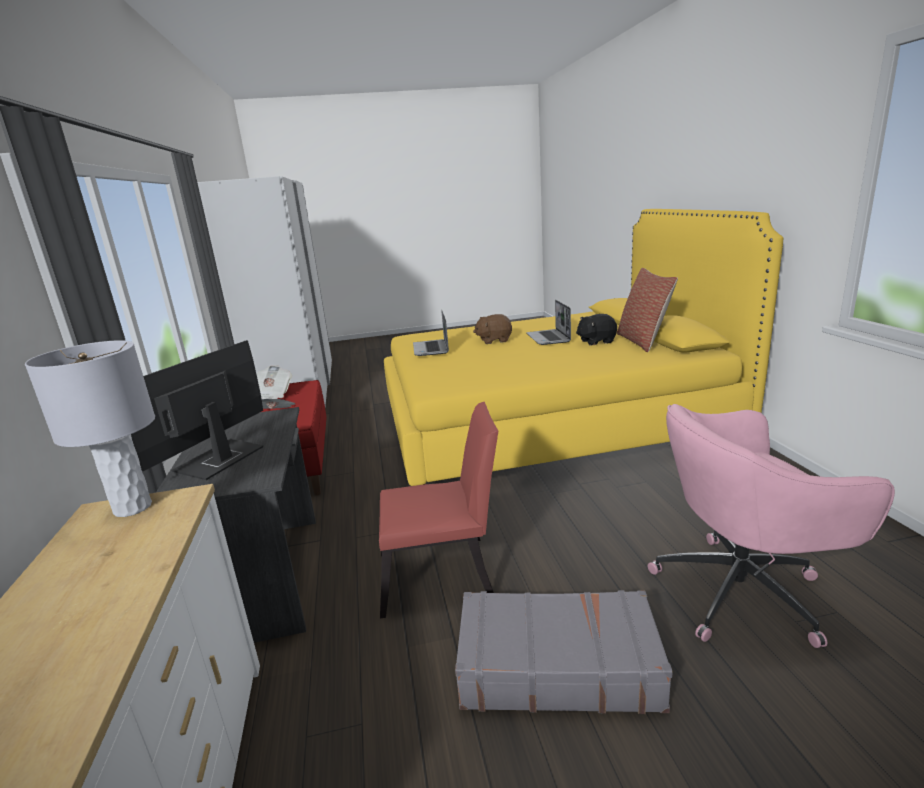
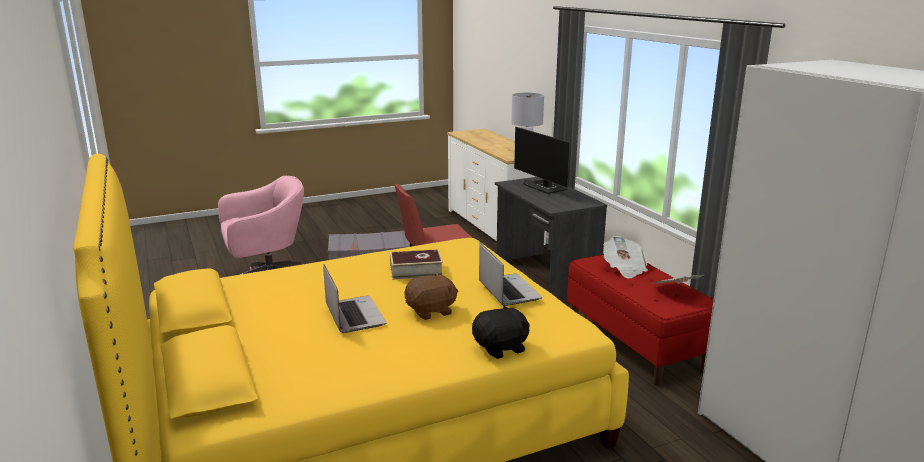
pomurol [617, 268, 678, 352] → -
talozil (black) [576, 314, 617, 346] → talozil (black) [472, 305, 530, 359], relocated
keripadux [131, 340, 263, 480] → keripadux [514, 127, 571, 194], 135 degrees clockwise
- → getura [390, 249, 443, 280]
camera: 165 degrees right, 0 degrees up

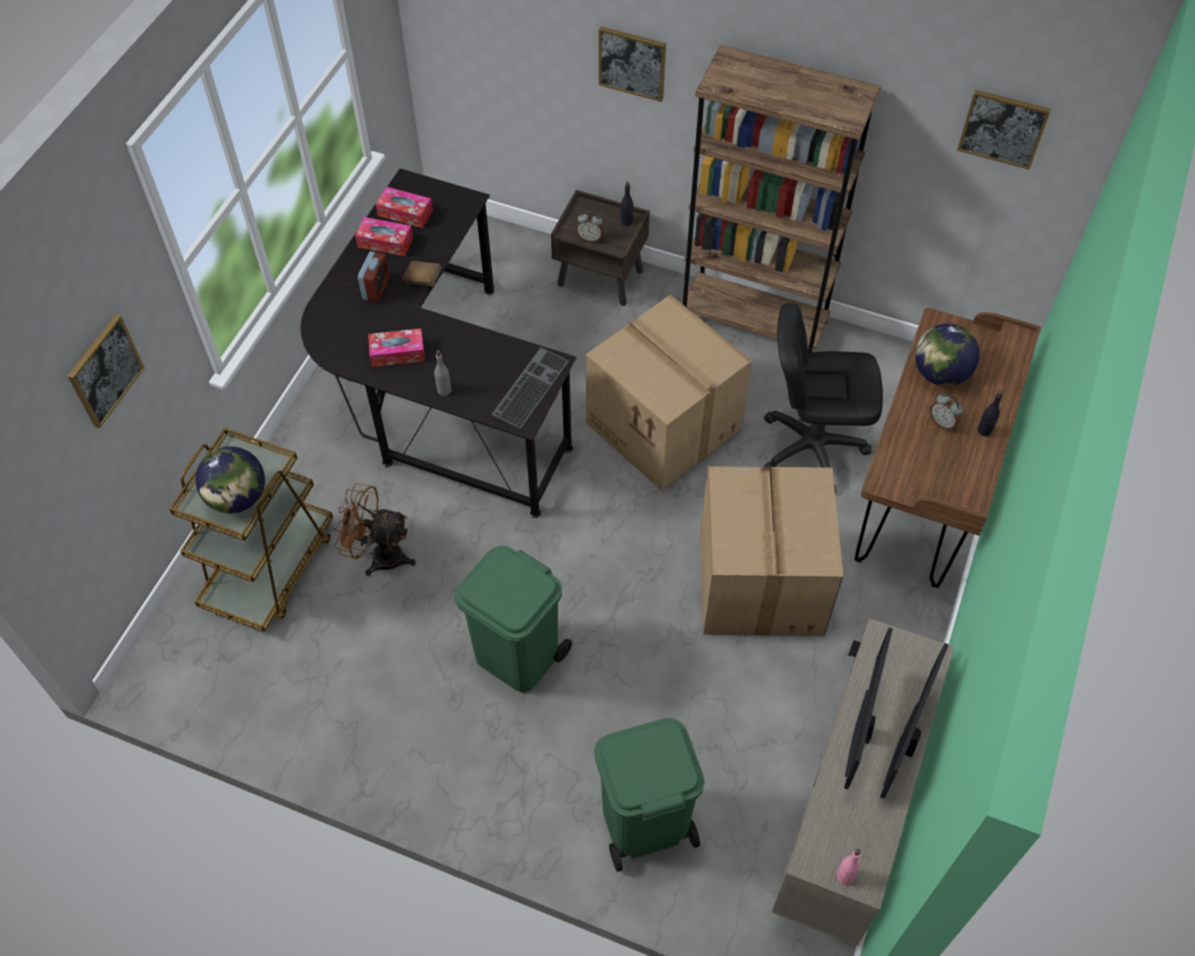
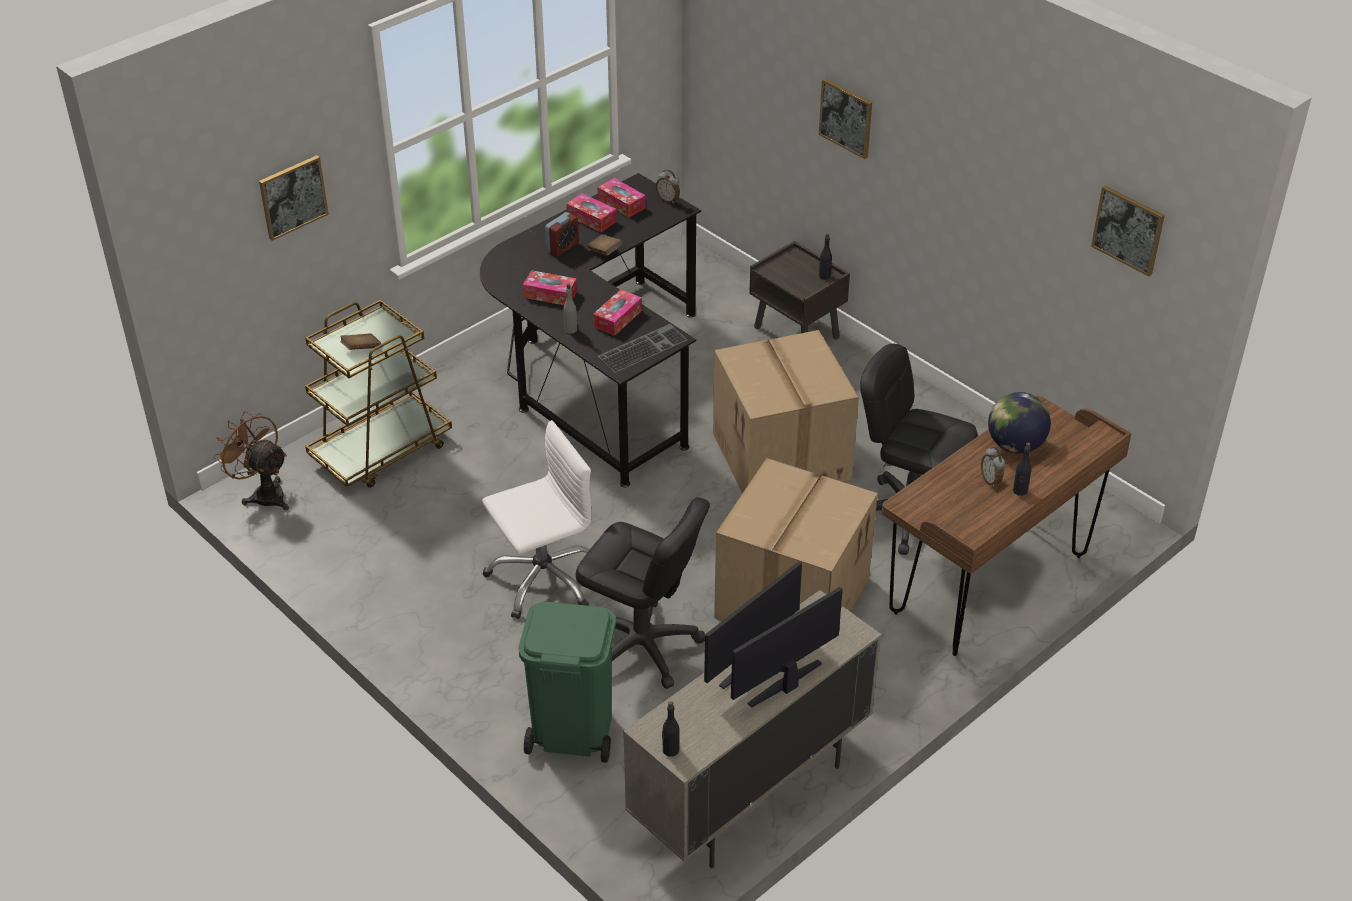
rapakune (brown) [682, 45, 881, 353] → -
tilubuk [576, 211, 604, 242] → tilubuk [656, 169, 680, 204], relocated
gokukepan [196, 446, 265, 513] → getura (brown) [340, 333, 381, 350]
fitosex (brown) [334, 483, 416, 576] → fitosex (brown) [213, 411, 289, 511], relocated
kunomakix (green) [455, 546, 572, 692] → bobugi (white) [482, 420, 591, 619]
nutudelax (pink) [837, 849, 861, 885] → nutudelax (black) [662, 701, 679, 757]
- → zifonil [593, 289, 642, 336]
- → bobugi (black) [576, 497, 710, 689]
camera: 25 degrees right, 15 degrees down

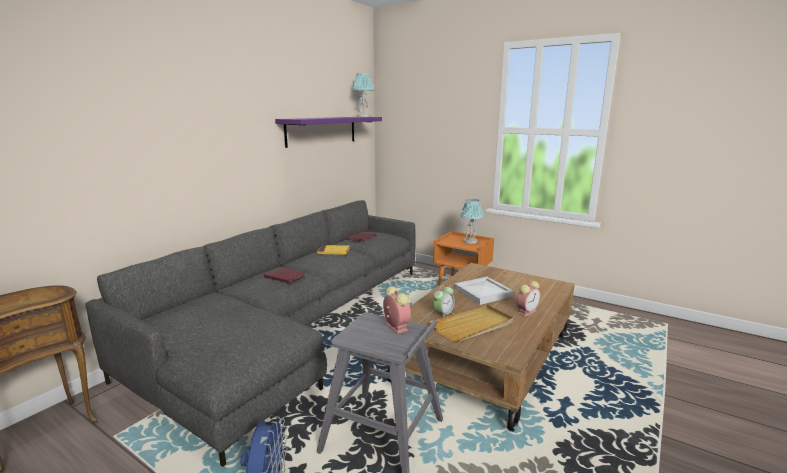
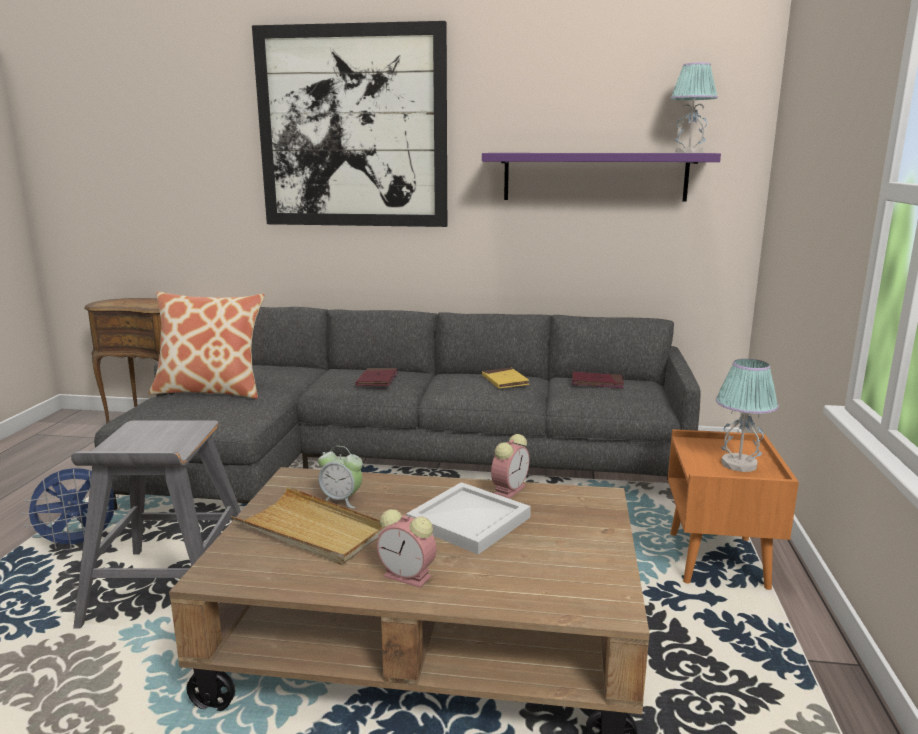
tilubuk [383, 286, 411, 334] → tilubuk [491, 434, 529, 499], relocated
- → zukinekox [252, 21, 447, 227]
- → pomurol [149, 291, 265, 399]
camera: 65 degrees right, 0 degrees up

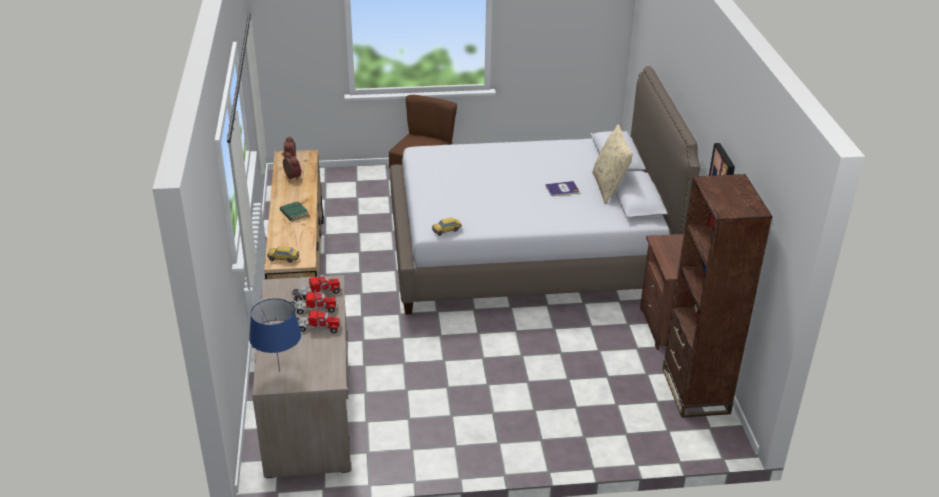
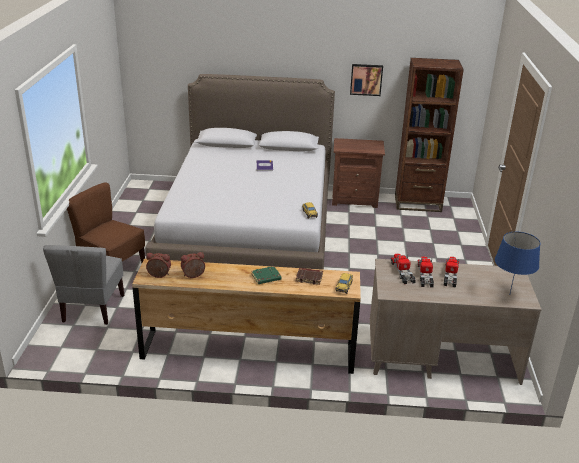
pomurol (beige) [592, 124, 633, 204] → -
- → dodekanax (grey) [43, 245, 124, 325]
- → getura (brown) [296, 268, 323, 285]
camera: 80 degrees left, 5 degrees down

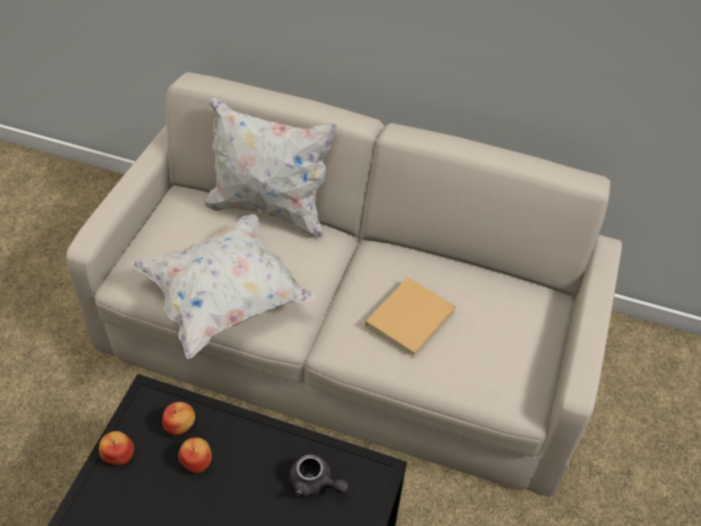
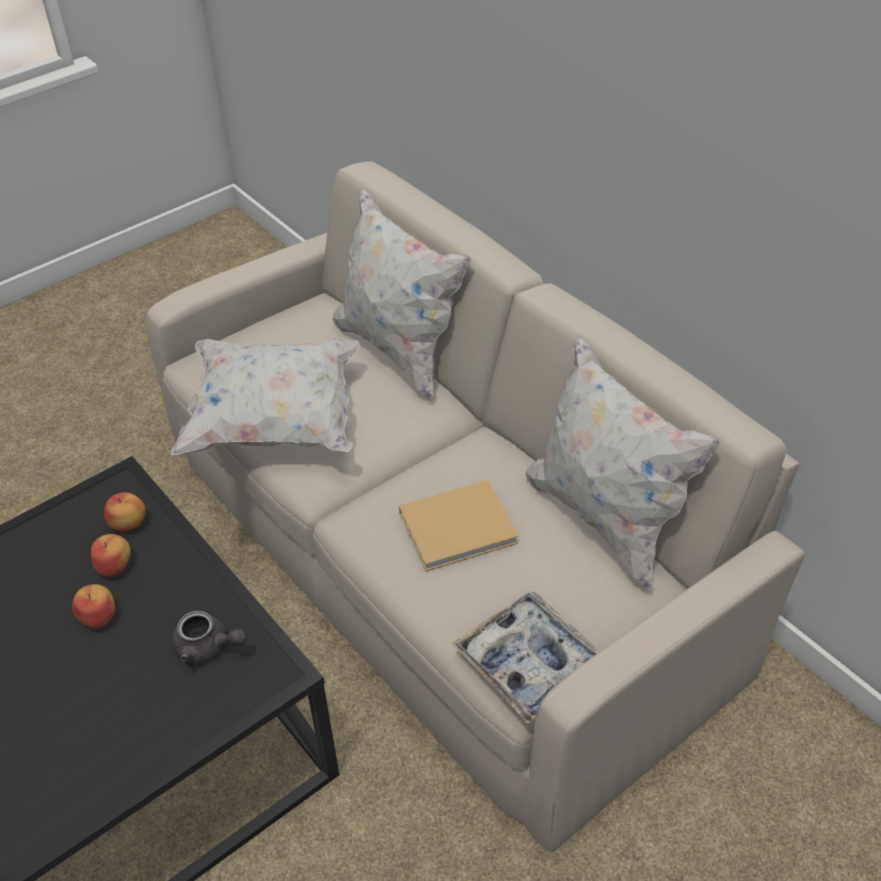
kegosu [99, 431, 134, 465] → kegosu [72, 584, 115, 629], relocated
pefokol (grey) [289, 454, 349, 497] → pefokol (grey) [172, 611, 247, 665], 45 degrees counterclockwise
- → pomurol (white) [526, 336, 722, 592]
- → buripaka [452, 591, 600, 724]
camera: 35 degrees right, 5 degrees down

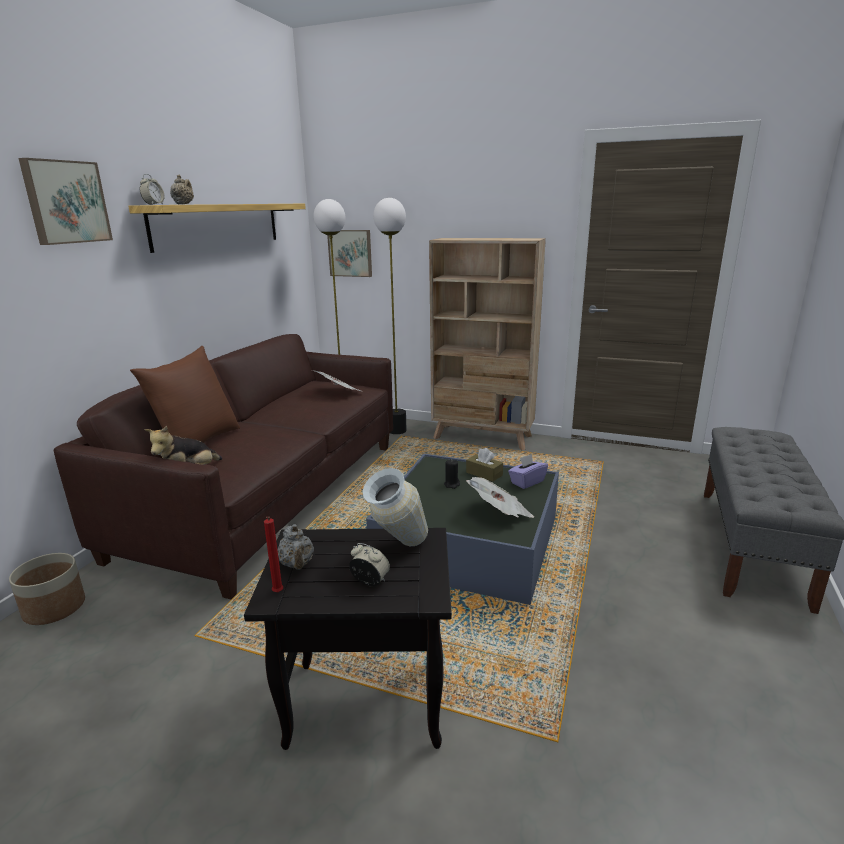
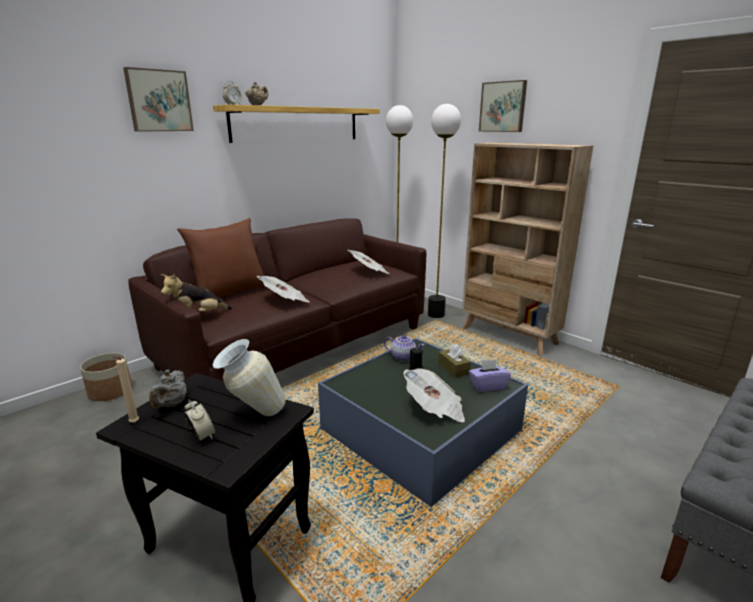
zukinekox [327, 230, 372, 277] → zukinekox [479, 80, 527, 132], relocated
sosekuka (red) [264, 517, 283, 592] → sosekuka (beige) [112, 357, 139, 423]
- → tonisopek [257, 276, 309, 302]
- → pefokol [384, 335, 424, 362]
camera: 25 degrees right, 0 degrees up

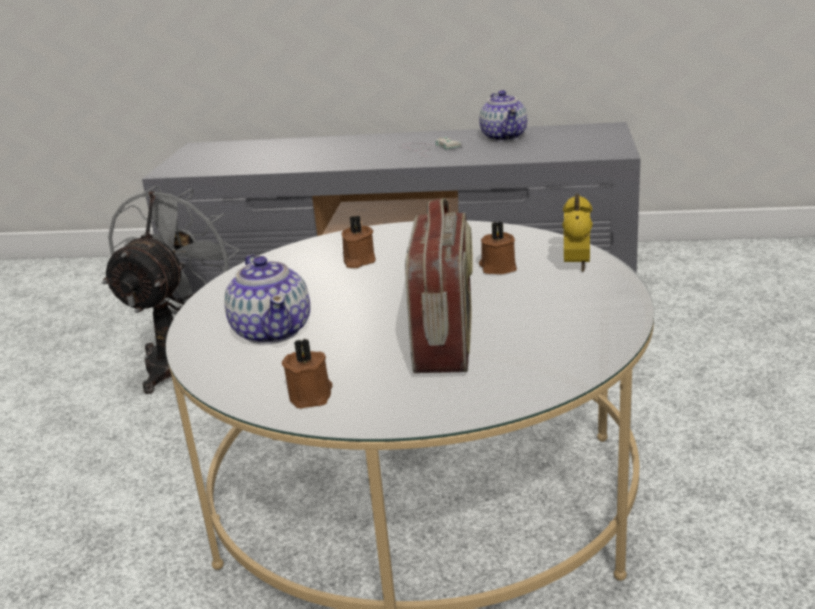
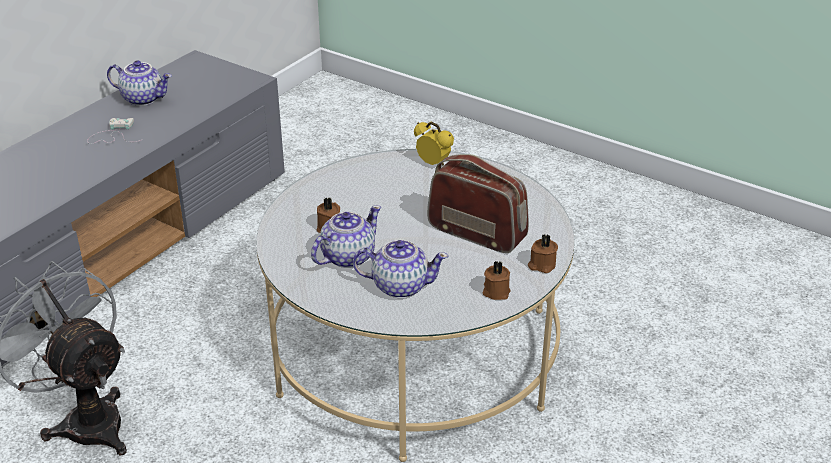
sosekuka (brown) [479, 221, 517, 274] → sosekuka (brown) [528, 234, 558, 273], relocated
- → pefokol [311, 205, 381, 268]
camera: 65 degrees left, 10 degrees up

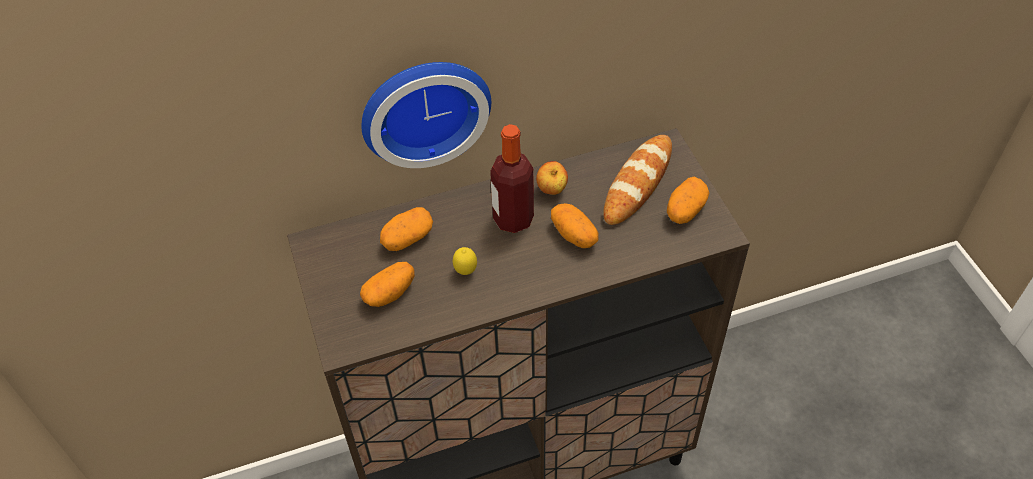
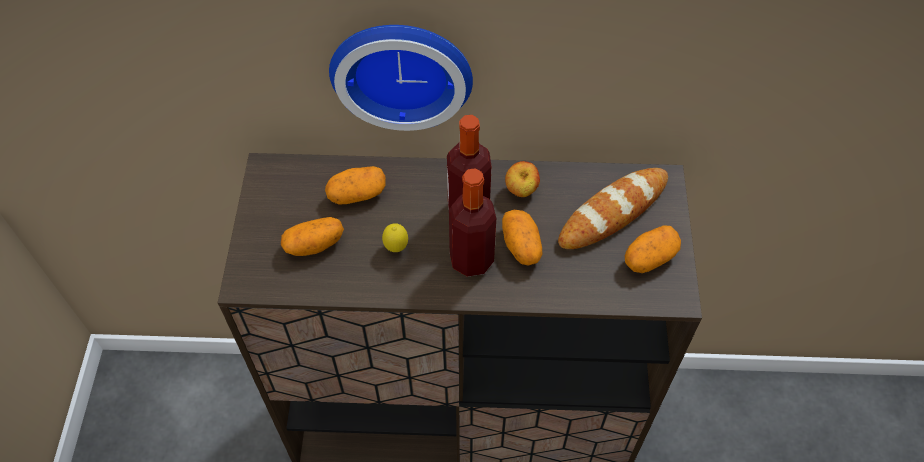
- → nutudelax [449, 168, 496, 277]
camera: 20 degrees right, 5 degrees up

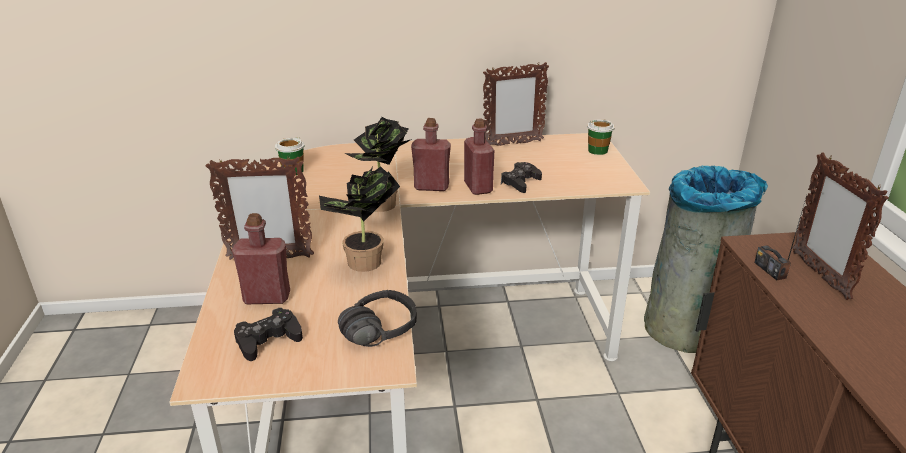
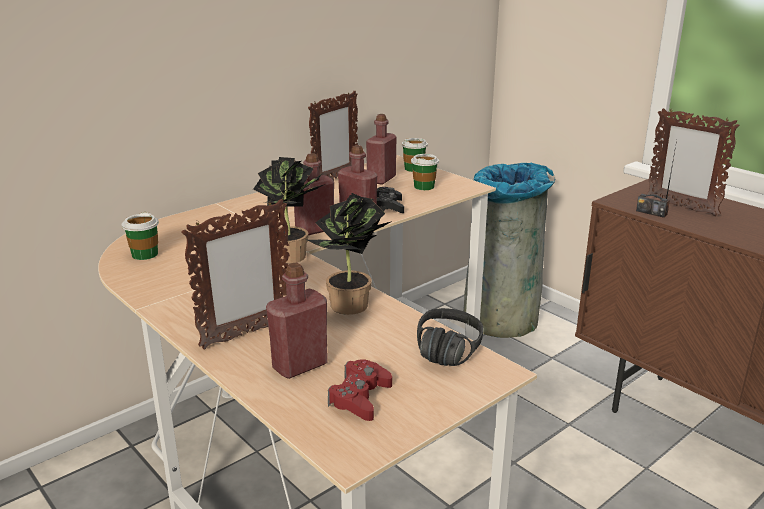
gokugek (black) [234, 308, 303, 361] → gokugek (red) [328, 359, 392, 421]
- → nutudelax (red) [366, 114, 396, 184]
- → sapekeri [411, 154, 439, 190]
camera: 35 degrees left, 5 degrees down

